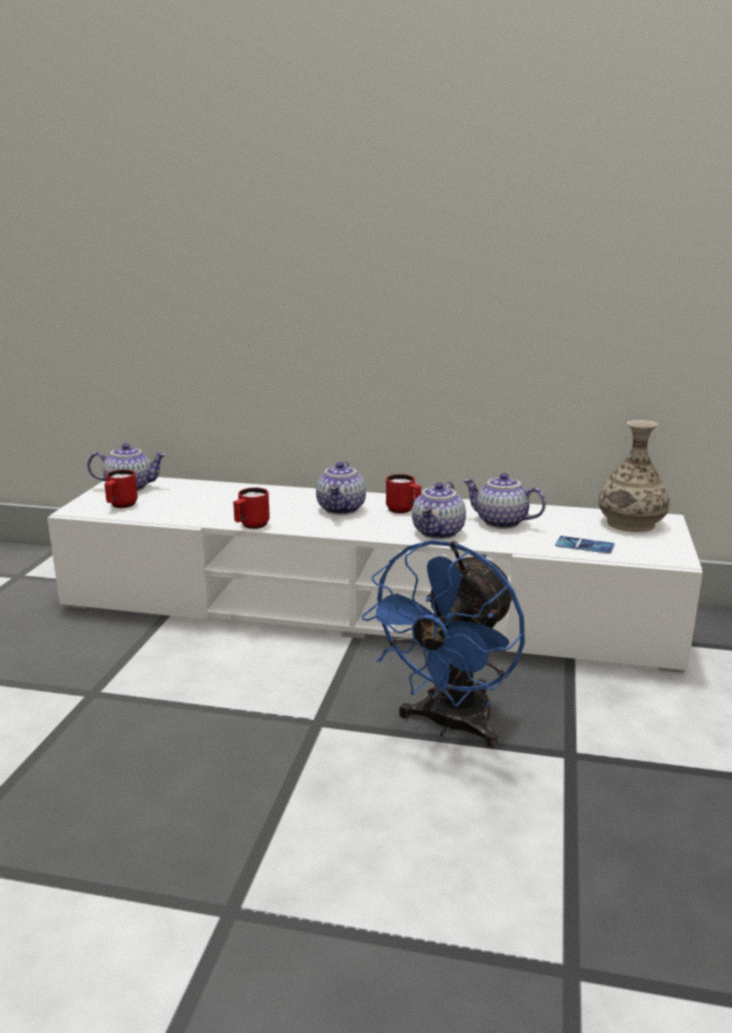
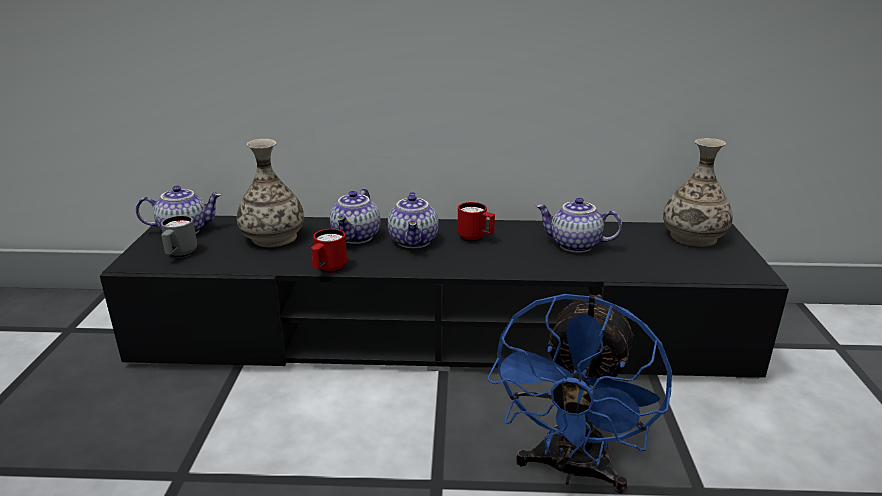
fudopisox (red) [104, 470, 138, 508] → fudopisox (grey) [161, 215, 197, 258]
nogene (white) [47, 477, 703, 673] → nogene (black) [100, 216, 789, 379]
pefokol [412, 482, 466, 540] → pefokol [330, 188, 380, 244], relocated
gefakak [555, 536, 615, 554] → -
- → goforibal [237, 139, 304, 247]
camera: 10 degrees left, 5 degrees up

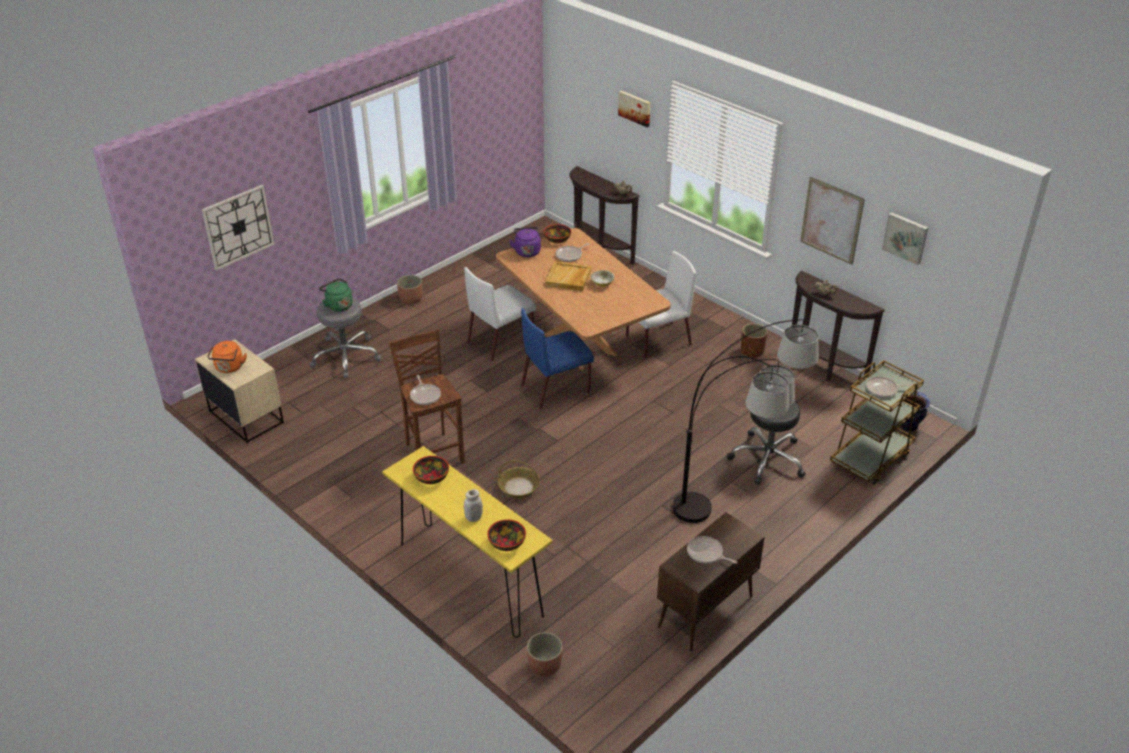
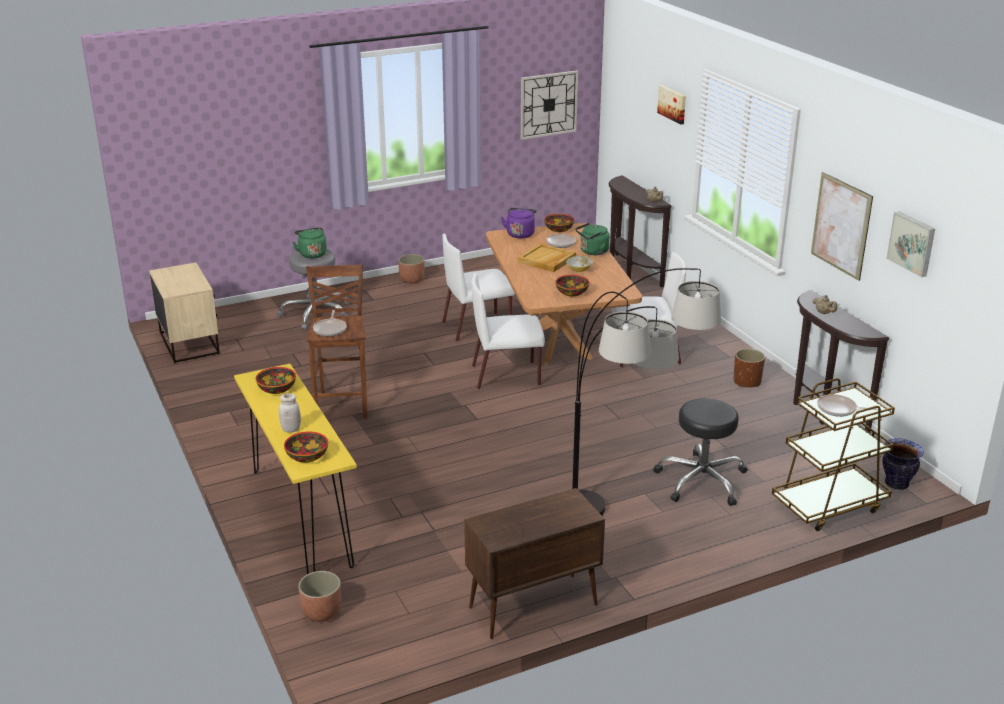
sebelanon [202, 185, 274, 270] → sebelanon [521, 71, 578, 140], relocated
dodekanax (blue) [521, 308, 594, 409] → dodekanax (white) [471, 273, 545, 390]
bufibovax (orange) [207, 341, 247, 373] → -
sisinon [498, 460, 540, 498] → -
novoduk [687, 536, 738, 564] → -
- → bufibovax (green) [575, 223, 610, 255]
- → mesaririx [555, 275, 589, 297]
camera: 20 degrees right, 10 degrees down

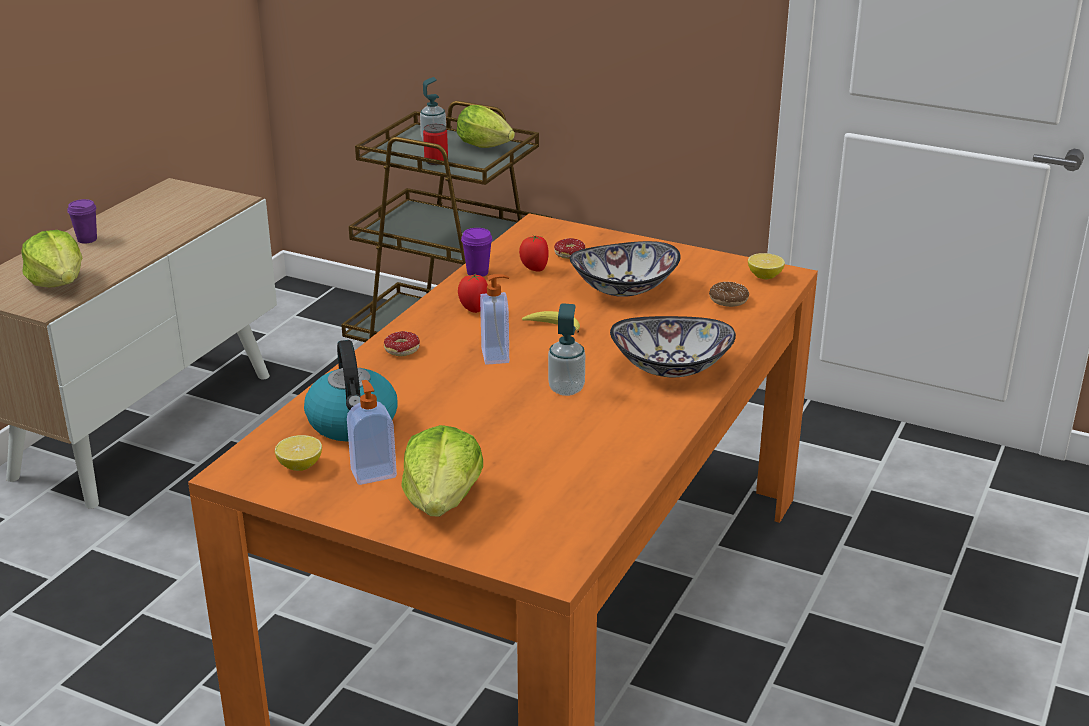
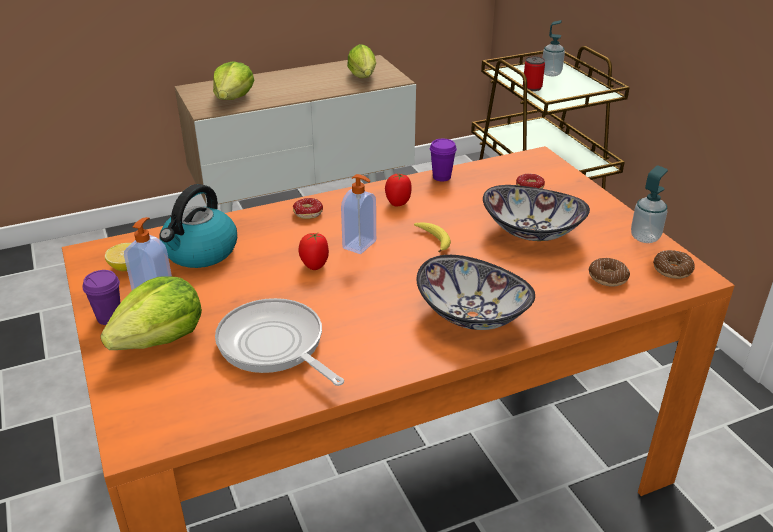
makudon [457, 105, 515, 148] → makudon [347, 44, 376, 78], relocated
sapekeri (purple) [68, 199, 97, 244] → sapekeri (purple) [83, 270, 120, 325], relocated
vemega [519, 235, 549, 272] → vemega [298, 232, 329, 270], relocated
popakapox [748, 253, 785, 279] → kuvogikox [653, 250, 695, 279]
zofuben [548, 303, 585, 396] → zofuben [631, 166, 668, 243], relocated
- → novoduk [215, 298, 344, 386]
camera: 40 degrees right, 5 degrees up

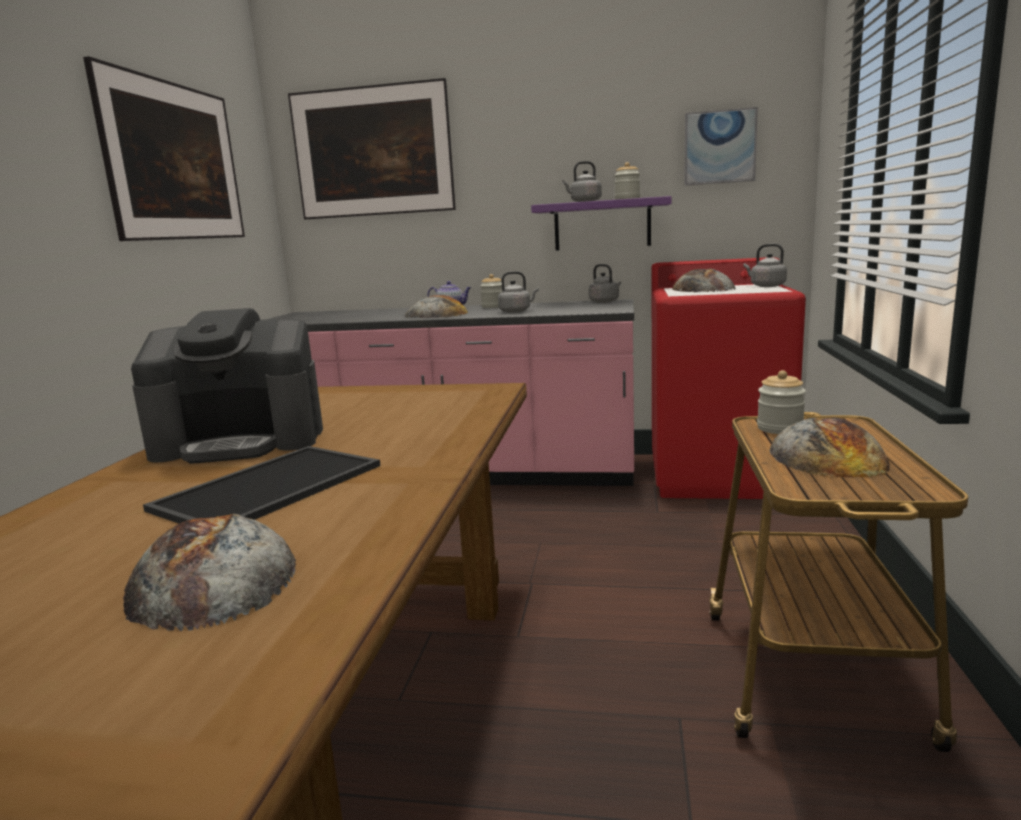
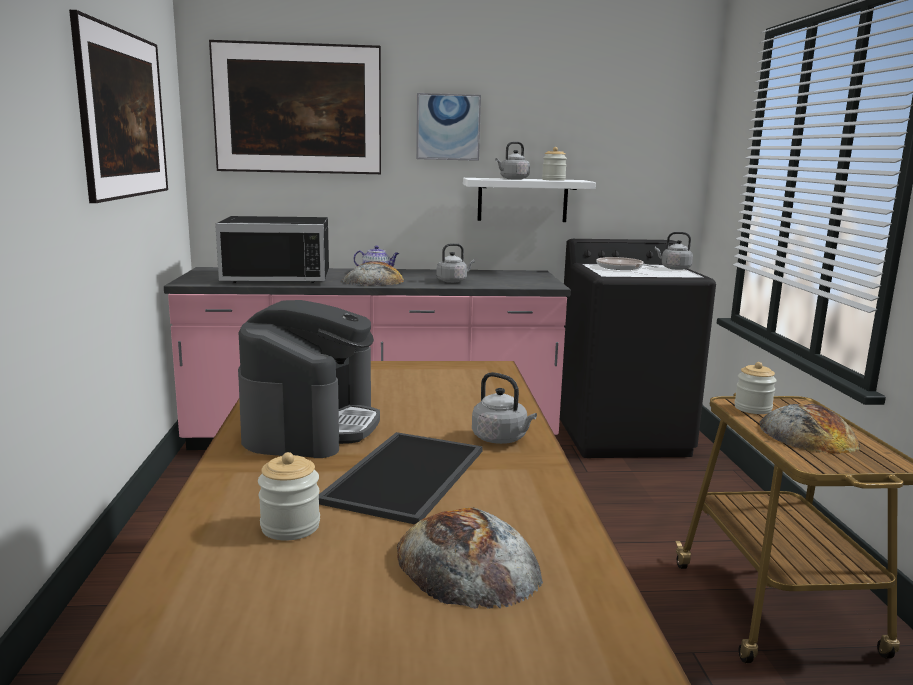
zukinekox [684, 107, 758, 186] → zukinekox [416, 93, 481, 161], relocated
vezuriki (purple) [531, 196, 671, 251] → vezuriki (white) [463, 178, 596, 222]
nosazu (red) [652, 257, 806, 499] → nosazu (black) [560, 239, 716, 458]
bufibovax (grey) [589, 264, 621, 303] → bufibovax (grey) [472, 372, 537, 444], relocated
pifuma [673, 269, 736, 292] → novoduk [596, 257, 659, 270]
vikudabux [480, 274, 502, 308] → vikudabux [258, 452, 320, 541], relocated
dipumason [131, 308, 323, 464] → dipumason [238, 300, 380, 458], 60 degrees counterclockwise
- → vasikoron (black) [215, 216, 329, 283]
camera: 15 degrees left, 0 degrees up

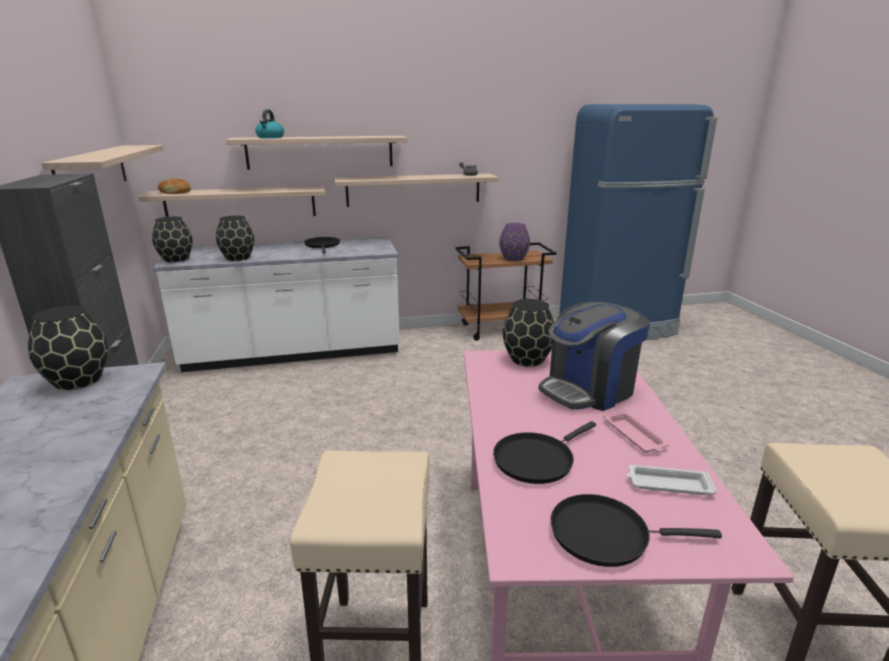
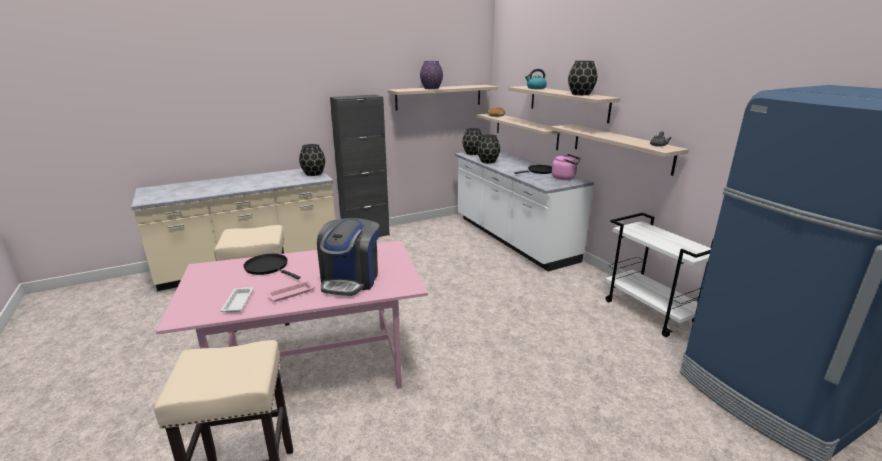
goforibal (purple) [499, 223, 530, 261] → goforibal (purple) [420, 61, 443, 89], relocated
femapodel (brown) [455, 242, 557, 341] → femapodel (white) [605, 213, 713, 337]
goforibal (black) [503, 299, 554, 367] → goforibal (black) [568, 61, 597, 95], relocated
dipumason [539, 302, 650, 411] → dipumason [317, 218, 379, 296], 120 degrees counterclockwise
novoduk (black) [551, 494, 722, 567] → -
- → bufibovax (pink) [552, 154, 581, 180]
camera: 75 degrees right, 0 degrees up

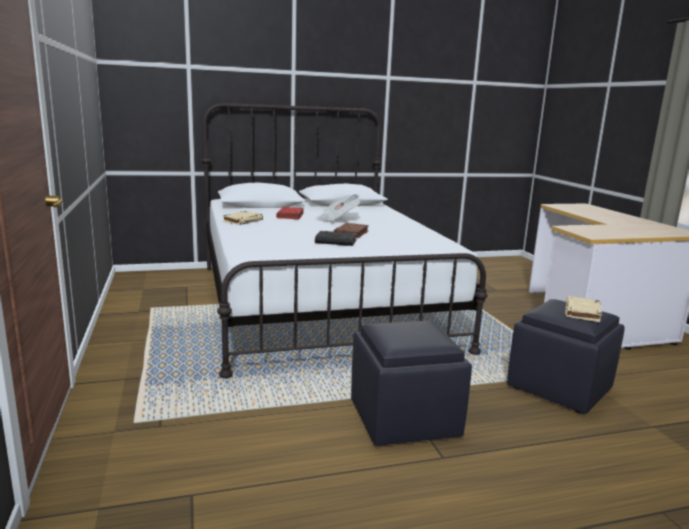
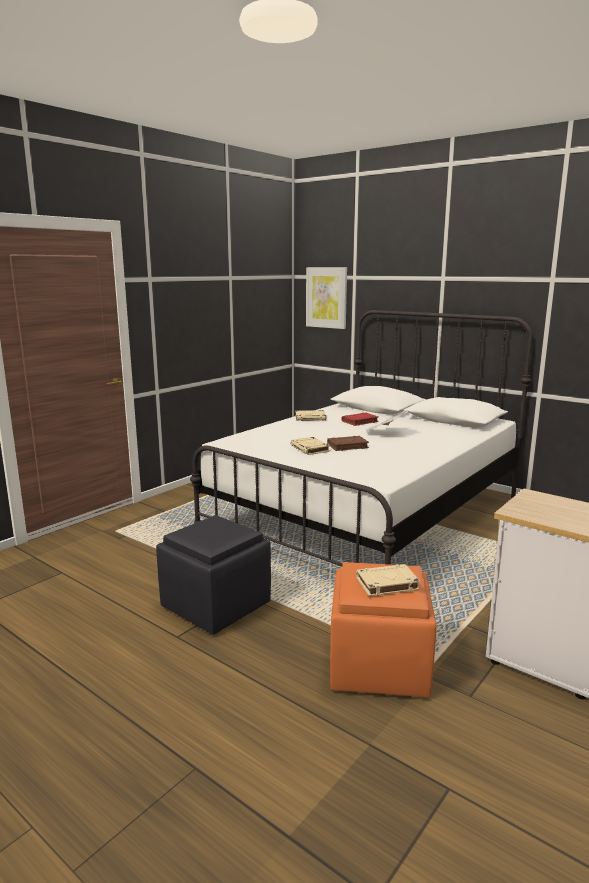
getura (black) [315, 231, 357, 246] → getura (beige) [291, 437, 330, 455]
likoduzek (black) [507, 299, 625, 414] → likoduzek (orange) [330, 562, 436, 697]
- → zukinekox [306, 267, 347, 329]
camera: 55 degrees right, 0 degrees up

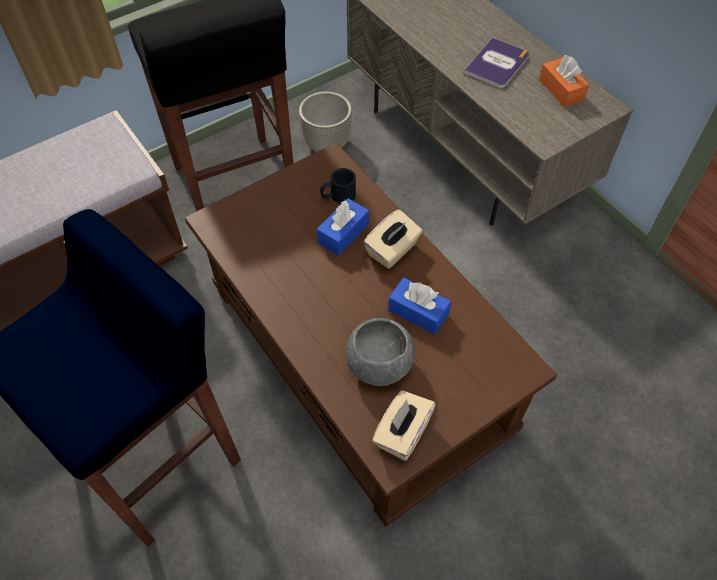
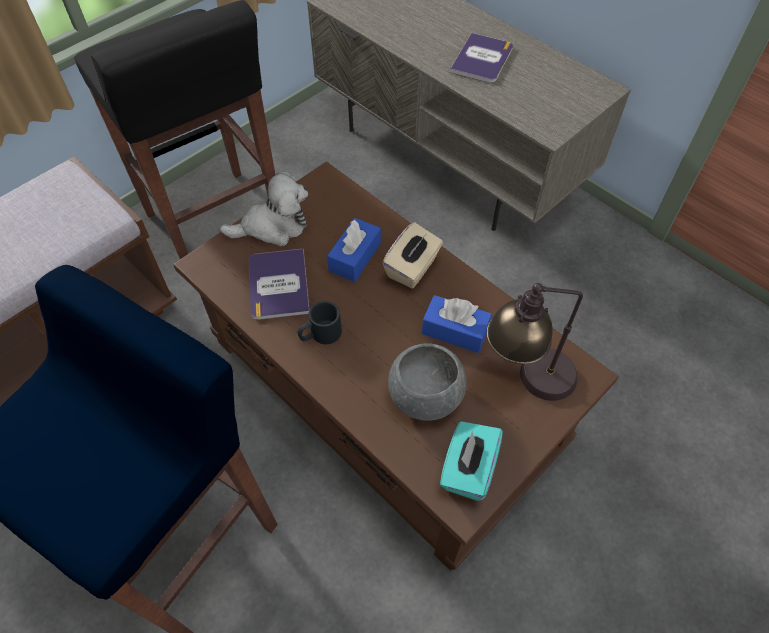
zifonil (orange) [539, 55, 589, 107] → -
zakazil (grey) [299, 91, 352, 151] → -
fudopisox (black) [320, 168, 356, 204] → fudopisox (black) [298, 301, 342, 344], relocated
zifonil (beige) [372, 390, 436, 461] → zifonil (turquoise) [440, 421, 503, 501]
- → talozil [220, 172, 308, 246]
- → getura [249, 249, 310, 320]
- → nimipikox [487, 283, 583, 401]
camera: 10 degrees left, 0 degrees up

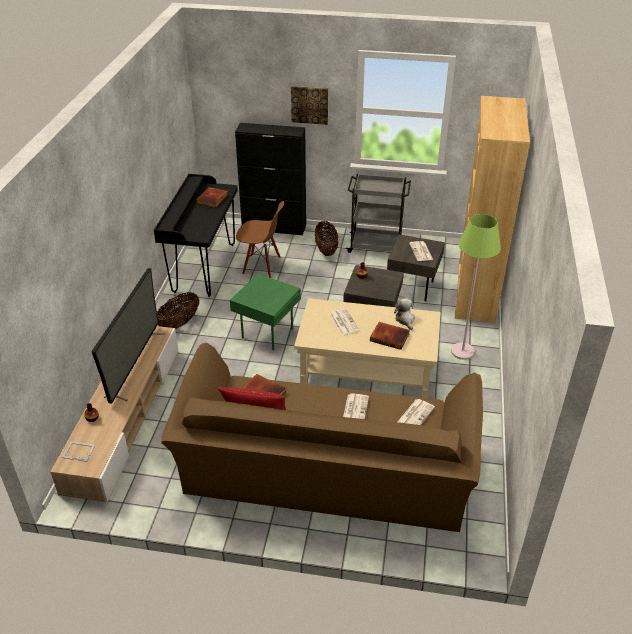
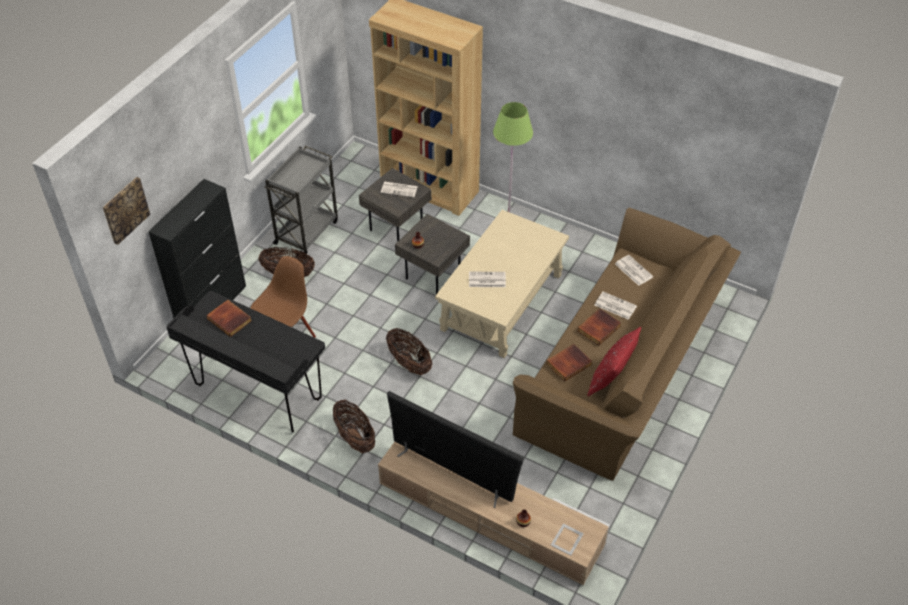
zukinekox [291, 86, 328, 125] → zukinekox [103, 177, 150, 245], relocated
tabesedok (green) [230, 274, 301, 350] → sisinon [386, 328, 432, 375]
talozil [394, 298, 415, 330] → -
getura [370, 322, 410, 350] → getura [577, 308, 621, 346], relocated
camera: 70 degrees left, 10 degrees up

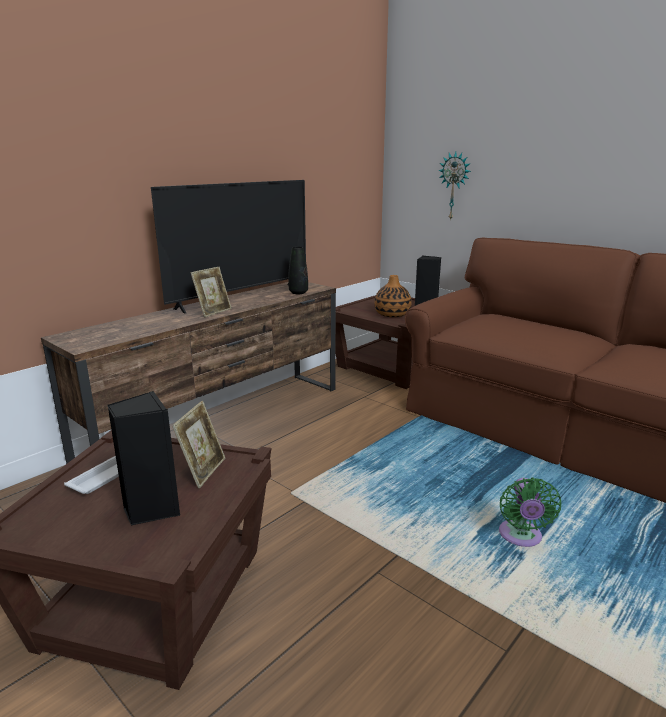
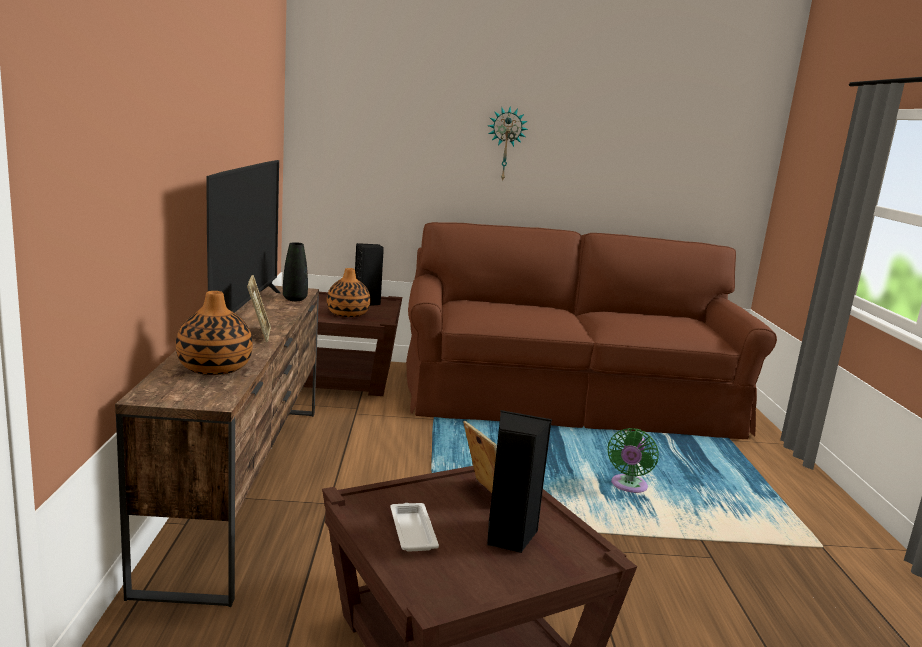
sebelanon [438, 151, 471, 221] → sebelanon [488, 107, 528, 182], relocated
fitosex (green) [499, 478, 561, 547] → fitosex (green) [608, 428, 659, 493], 60 degrees clockwise
- → goforibal [176, 291, 253, 375]
camera: 45 degrees left, 5 degrees down

